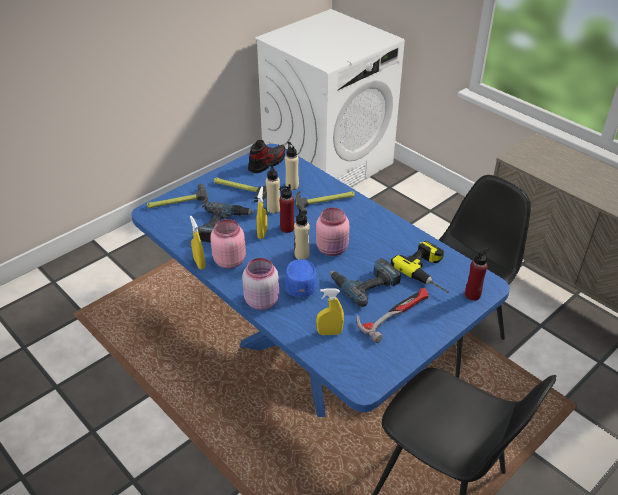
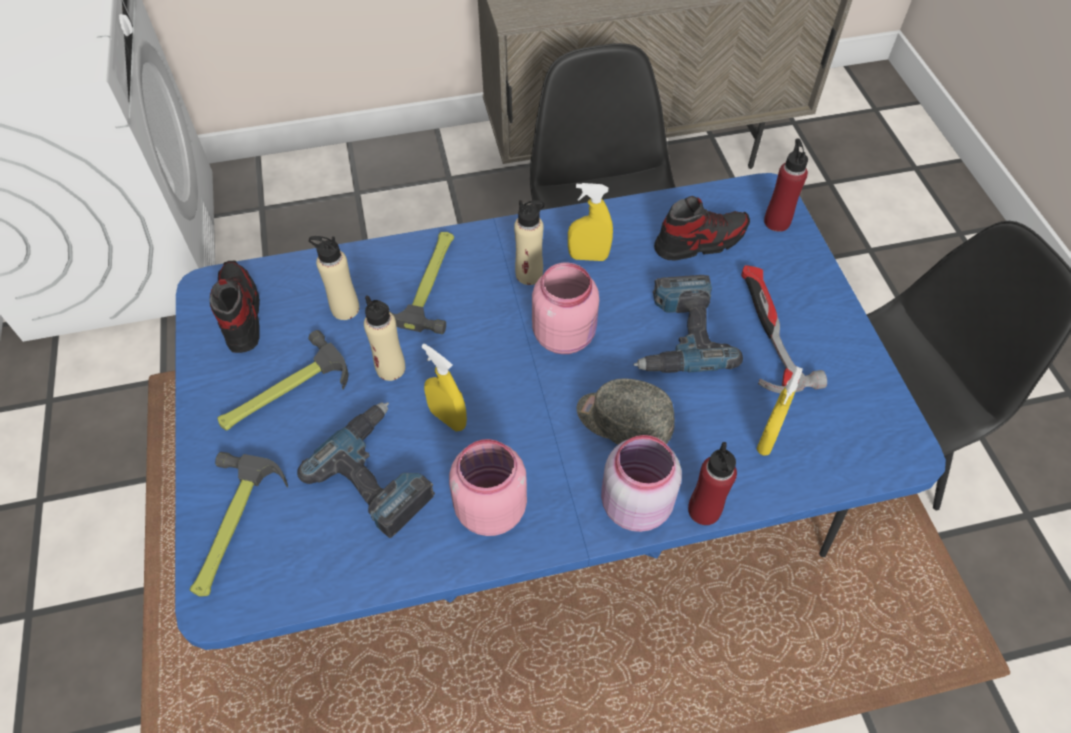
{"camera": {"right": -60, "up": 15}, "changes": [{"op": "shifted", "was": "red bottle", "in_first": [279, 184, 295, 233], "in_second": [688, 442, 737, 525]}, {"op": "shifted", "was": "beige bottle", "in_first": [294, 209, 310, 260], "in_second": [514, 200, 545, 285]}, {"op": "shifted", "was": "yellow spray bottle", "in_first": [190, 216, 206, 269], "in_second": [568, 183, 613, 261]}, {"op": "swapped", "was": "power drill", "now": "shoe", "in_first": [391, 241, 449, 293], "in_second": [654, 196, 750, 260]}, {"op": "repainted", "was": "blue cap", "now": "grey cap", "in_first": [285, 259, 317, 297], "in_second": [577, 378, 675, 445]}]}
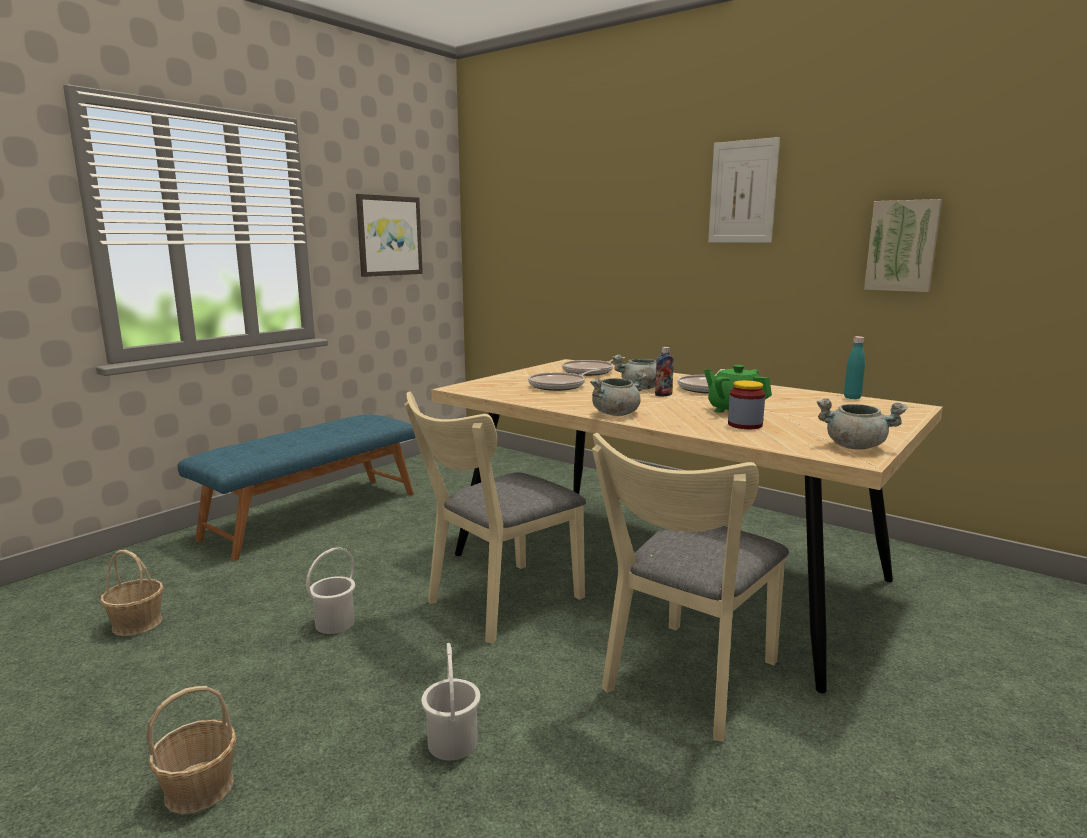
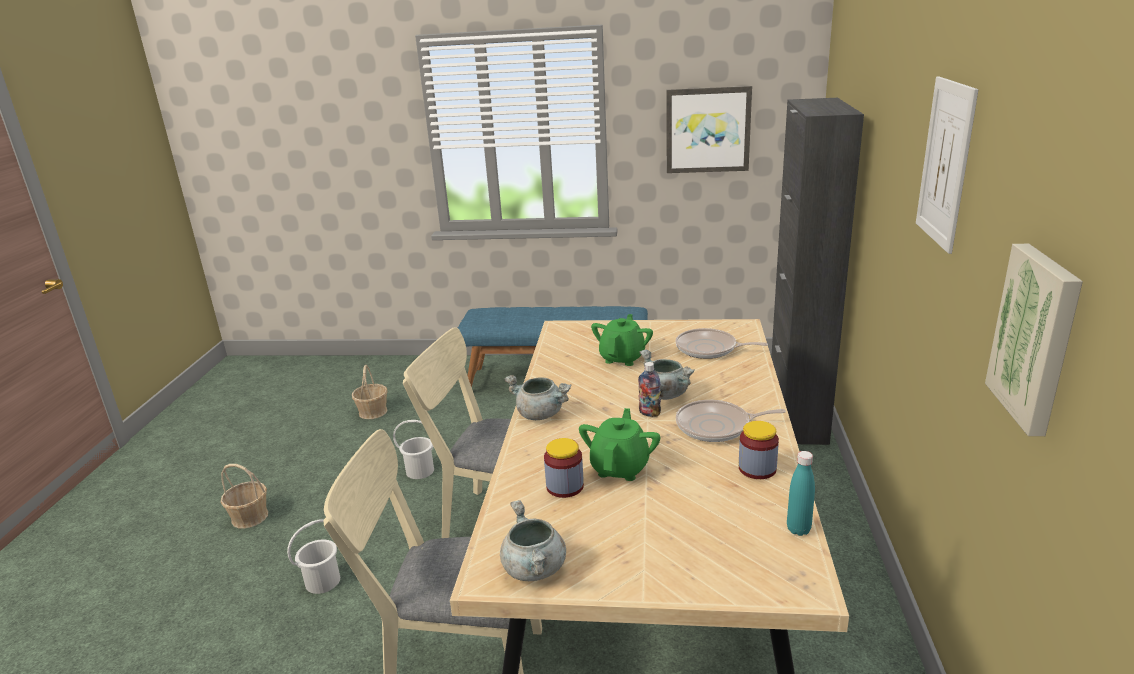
{"camera": {"right": 60, "up": 10}, "changes": [{"op": "swapped", "was": "frying pan", "now": "green teapot", "in_first": [528, 369, 600, 391], "in_second": [591, 314, 653, 366]}, {"op": "new", "now": "black cabinet", "in_second": [771, 98, 864, 445]}, {"op": "new", "now": "jar", "in_second": [739, 421, 779, 479]}]}
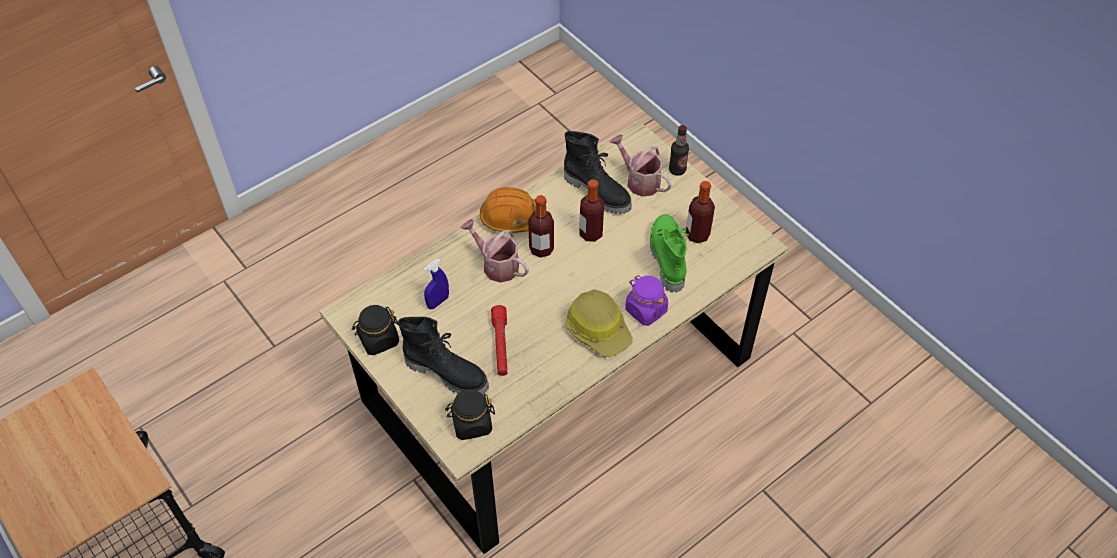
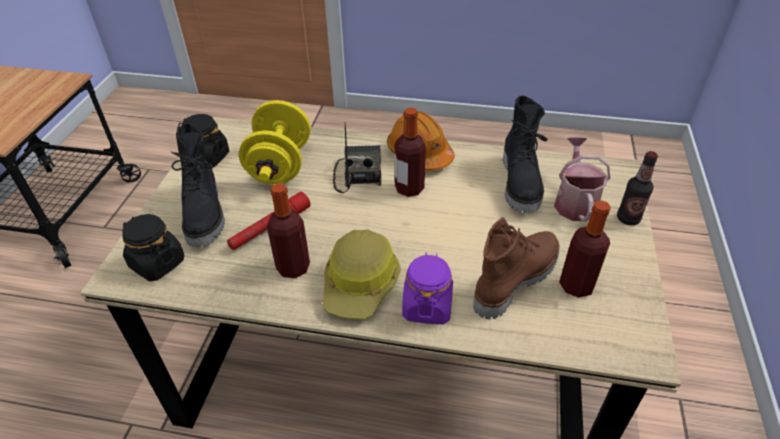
{"camera": {"right": 50, "up": -10}, "changes": [{"op": "shifted", "was": "bottle", "in_first": [579, 179, 604, 242], "in_second": [267, 183, 310, 278]}, {"op": "repainted", "was": "green boot", "now": "brown boot", "in_first": [650, 214, 689, 293], "in_second": [473, 217, 560, 319]}, {"op": "swapped", "was": "watering can", "now": "radio", "in_first": [460, 219, 529, 283], "in_second": [333, 123, 381, 193]}, {"op": "swapped", "was": "blue spray bottle", "now": "yellow dumbbell", "in_first": [423, 259, 449, 309], "in_second": [239, 100, 311, 184]}]}
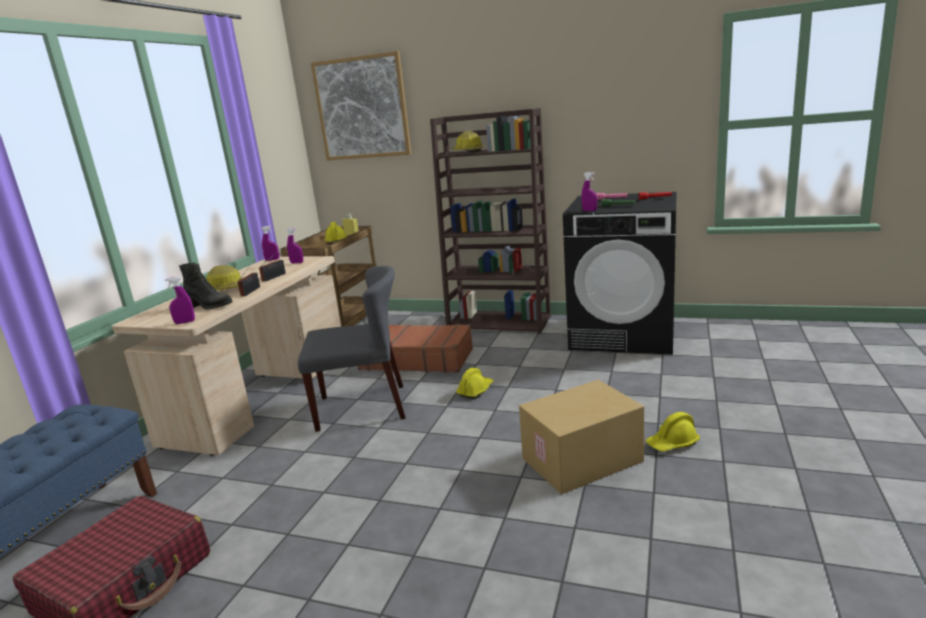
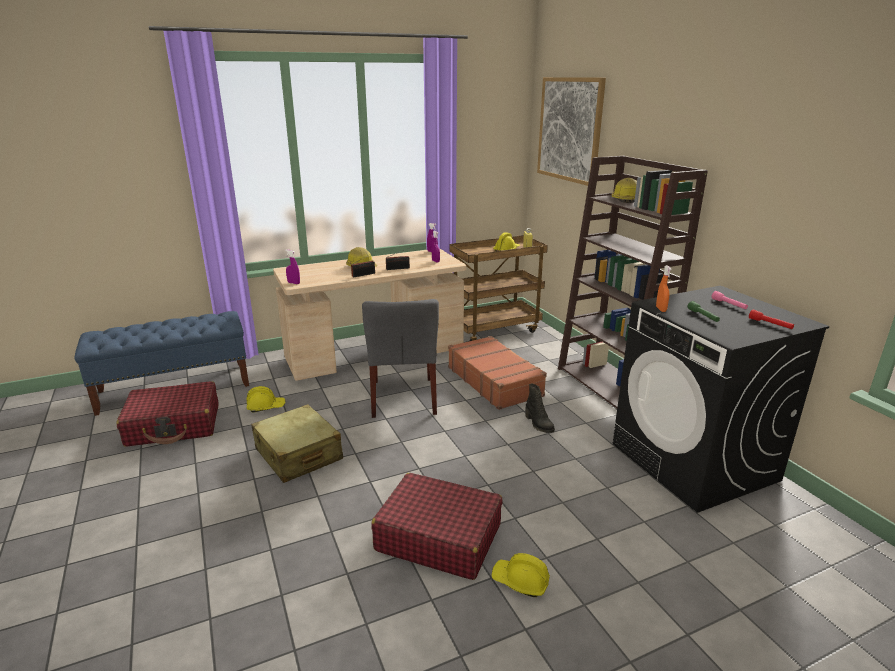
{"camera": {"right": 45, "up": 5}, "changes": [{"op": "repainted", "was": "purple spray bottle", "now": "orange spray bottle", "in_first": [582, 172, 597, 211], "in_second": [656, 265, 672, 312]}, {"op": "shifted", "was": "black boot", "in_first": [179, 263, 232, 310], "in_second": [525, 384, 555, 433]}, {"op": "rotated", "was": "grey chair", "in_first": [298, 266, 405, 432], "in_second": [362, 299, 439, 418], "clockwise": 45}, {"op": "shifted", "was": "yellow hard hat", "in_first": [456, 368, 494, 399], "in_second": [247, 386, 286, 412]}, {"op": "swapped", "was": "cardboard box", "now": "red suitcase", "in_first": [519, 380, 644, 494], "in_second": [372, 473, 503, 580]}, {"op": "new", "now": "beige suitcase", "in_second": [251, 404, 343, 483]}]}
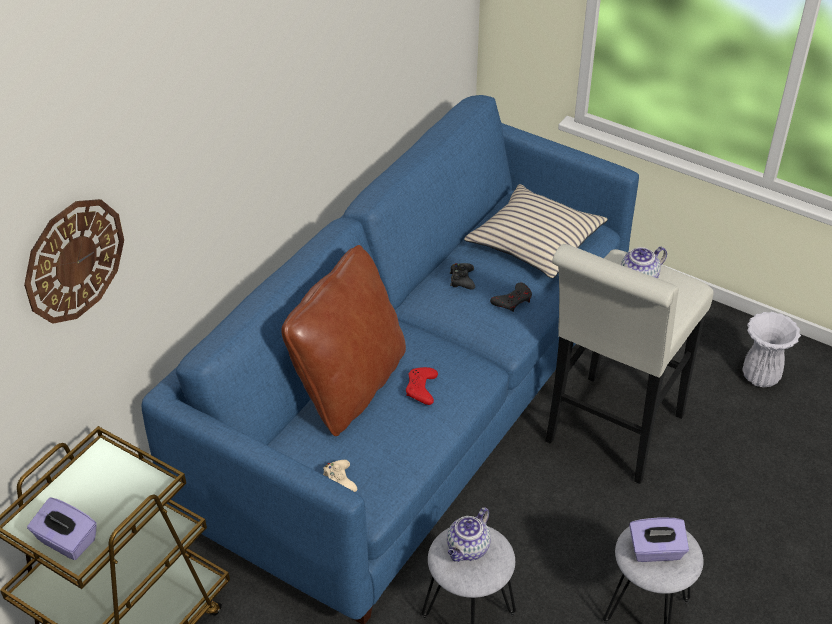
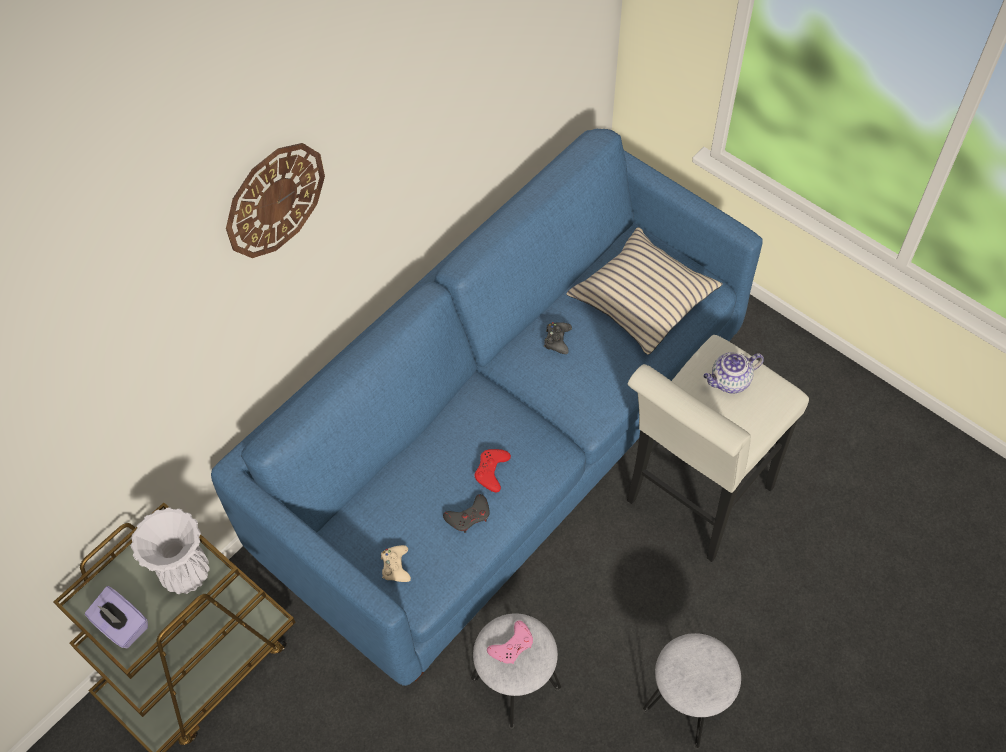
{"camera": {"right": 10, "up": 15}, "changes": [{"op": "shifted", "was": "wall clock", "in_first": [24, 199, 124, 324], "in_second": [226, 143, 325, 258]}, {"op": "gone", "was": "brown pillow", "in_first": [281, 245, 406, 436]}, {"op": "shifted", "was": "grey game controller", "in_first": [490, 282, 532, 312], "in_second": [443, 494, 490, 533]}, {"op": "shifted", "was": "white vase", "in_first": [742, 312, 801, 387], "in_second": [130, 507, 209, 594]}, {"op": "swapped", "was": "teapot", "now": "pink game controller", "in_first": [447, 507, 491, 562], "in_second": [487, 620, 533, 664]}, {"op": "gone", "was": "purple tissue box", "in_first": [629, 518, 689, 562]}]}
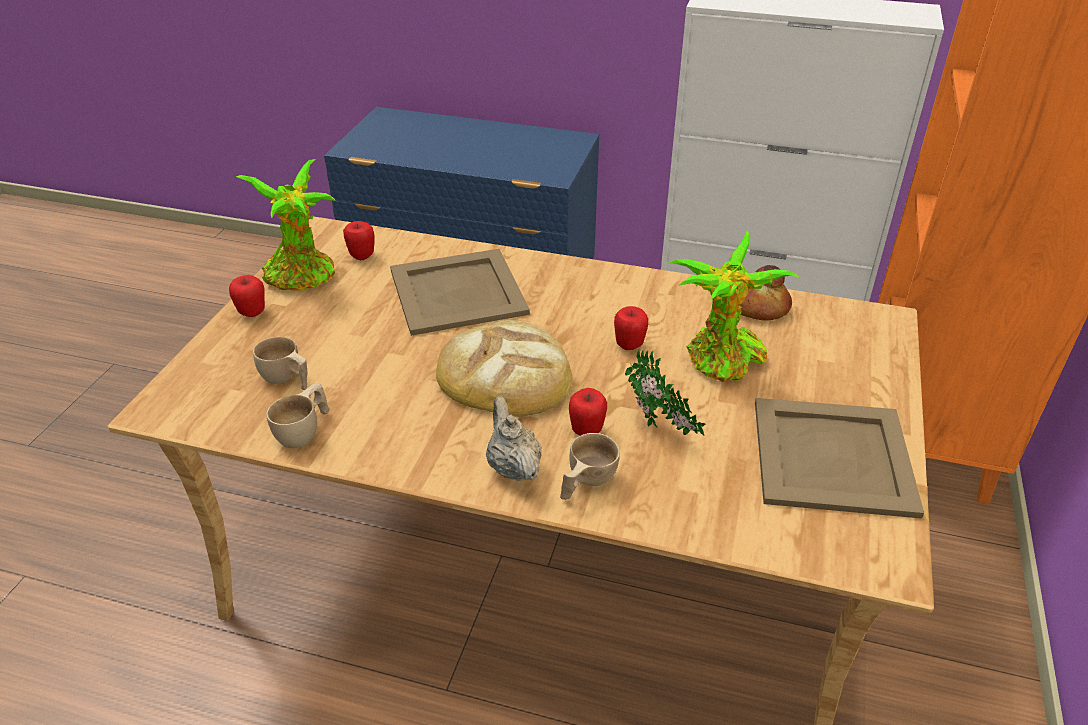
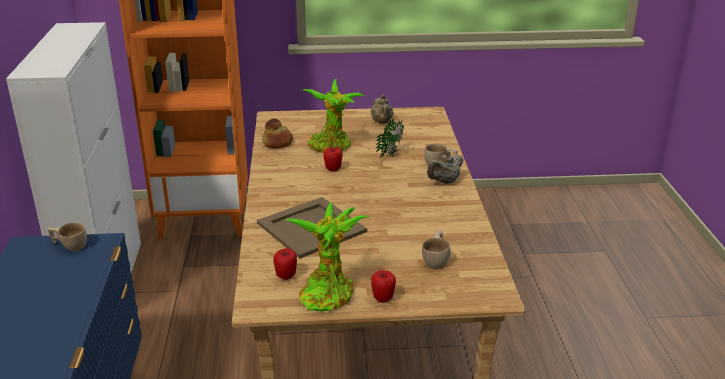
{"camera": {"right": -110, "up": -10}, "changes": [{"op": "gone", "was": "bread", "in_first": [436, 320, 573, 417]}, {"op": "shifted", "was": "beige cup", "in_first": [266, 383, 330, 448], "in_second": [47, 222, 87, 251]}, {"op": "gone", "was": "apple", "in_first": [569, 388, 607, 436]}, {"op": "swapped", "was": "beige tray", "now": "beige teapot", "in_first": [755, 398, 924, 519], "in_second": [370, 95, 394, 123]}]}
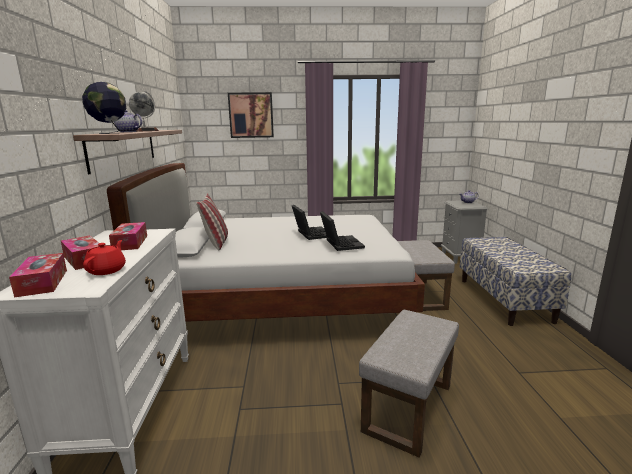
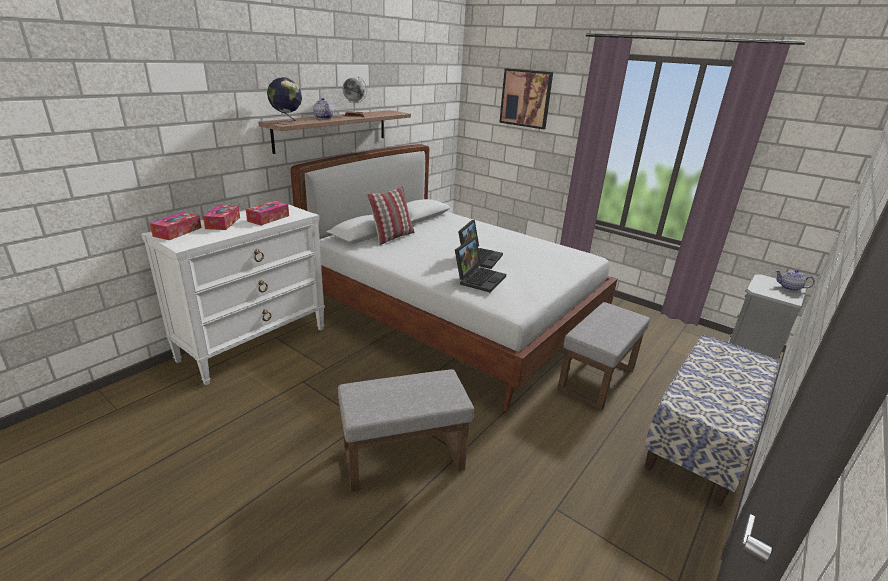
{"camera": {"right": 40, "up": 10}, "changes": [{"op": "gone", "was": "red teapot", "in_first": [83, 240, 126, 275]}]}
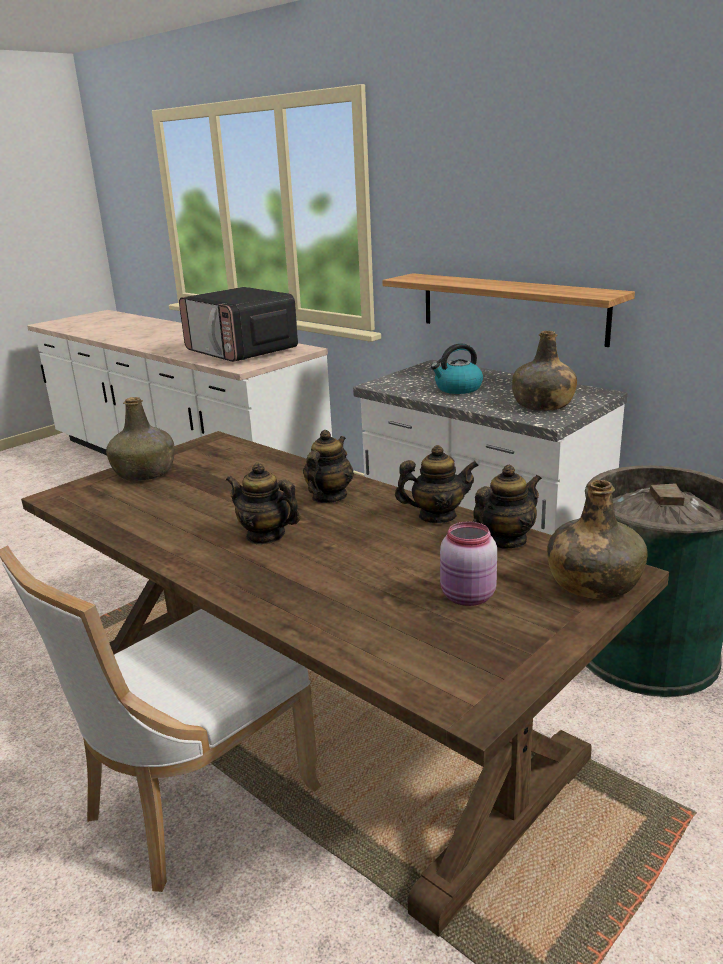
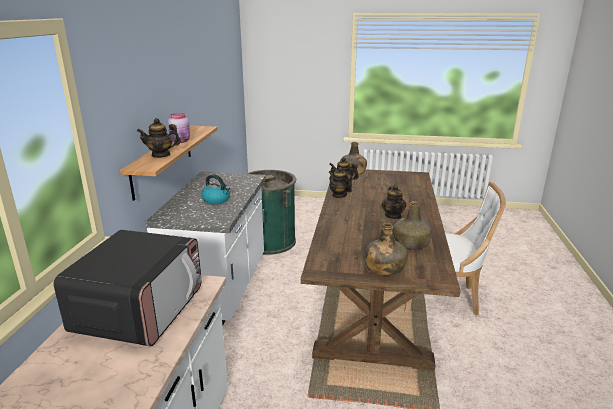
{"camera": {"right": -125, "up": 0}, "changes": [{"op": "shifted", "was": "green bottle", "in_first": [512, 331, 577, 411], "in_second": [393, 201, 432, 250]}, {"op": "shifted", "was": "teapot", "in_first": [303, 430, 354, 503], "in_second": [137, 118, 181, 158]}, {"op": "shifted", "was": "pink jar", "in_first": [440, 522, 497, 606], "in_second": [168, 113, 190, 143]}]}
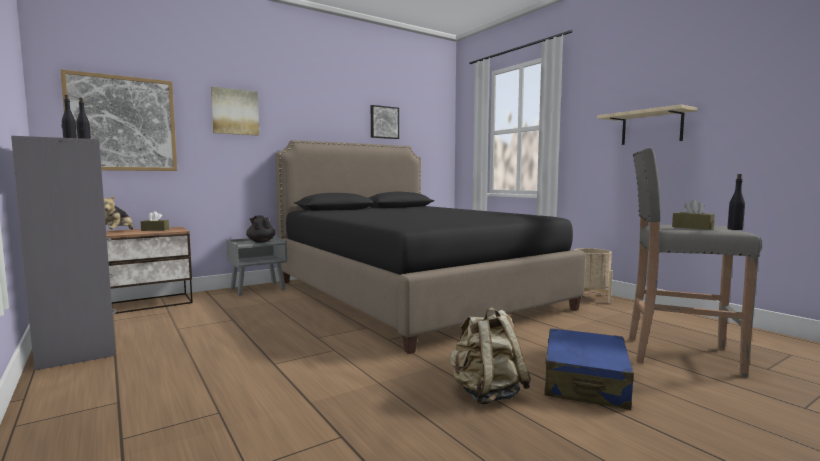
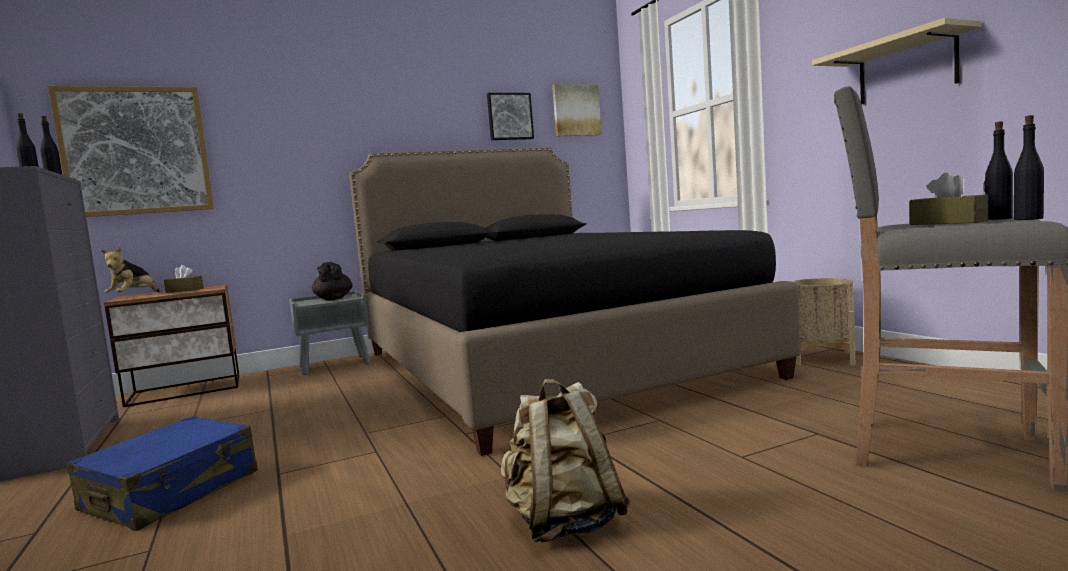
{"camera": {"right": 10, "up": 0}, "changes": [{"op": "shifted", "was": "picture", "in_first": [211, 87, 259, 135], "in_second": [552, 84, 602, 137]}, {"op": "shifted", "was": "blue suitcase", "in_first": [544, 328, 634, 410], "in_second": [67, 417, 258, 531]}, {"op": "new", "now": "black bottle", "in_second": [984, 121, 1013, 220]}]}
